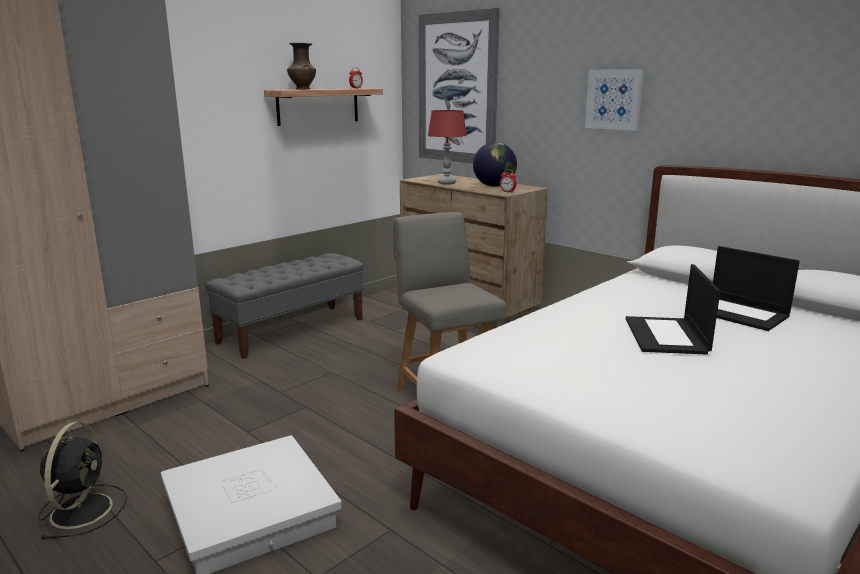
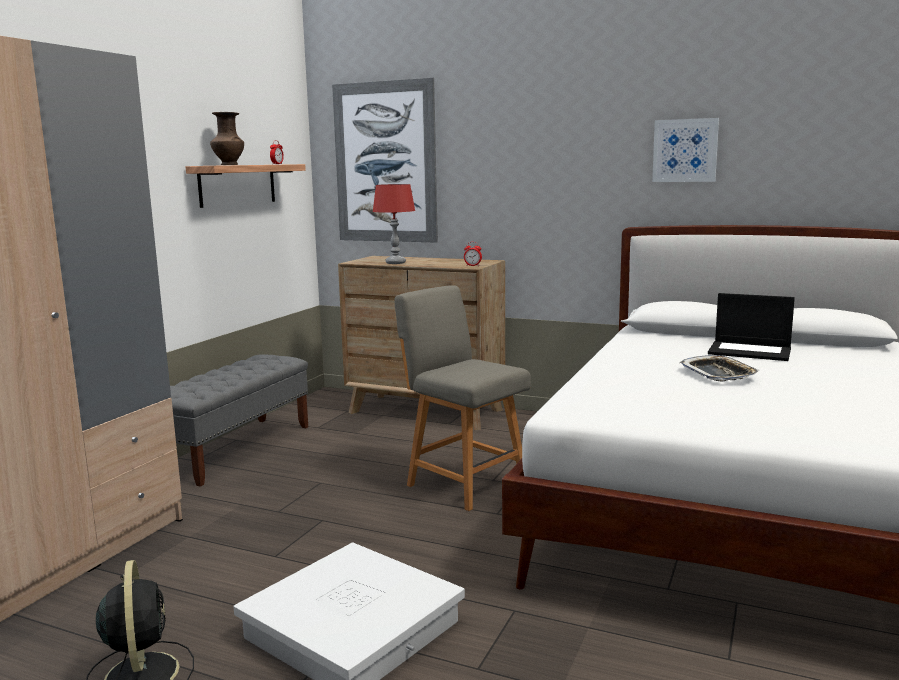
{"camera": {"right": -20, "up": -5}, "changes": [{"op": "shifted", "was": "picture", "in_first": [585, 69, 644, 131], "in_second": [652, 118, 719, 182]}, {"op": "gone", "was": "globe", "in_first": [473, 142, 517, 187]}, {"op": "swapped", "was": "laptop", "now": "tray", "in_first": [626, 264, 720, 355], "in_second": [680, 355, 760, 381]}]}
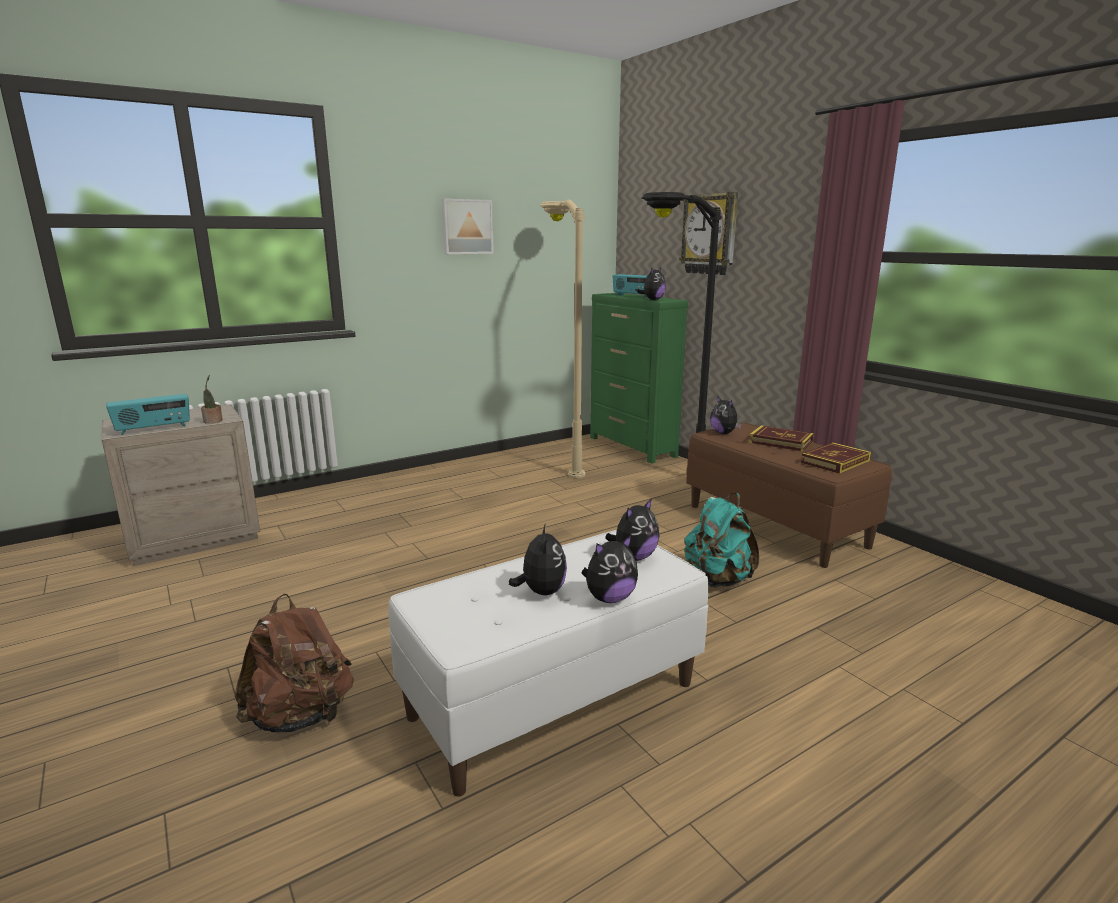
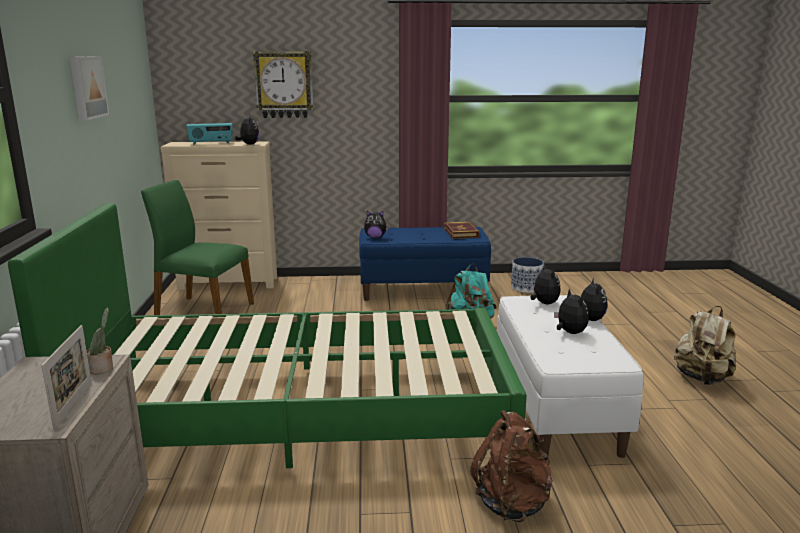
{"camera": {"right": -60, "up": 0}, "changes": [{"op": "gone", "was": "black floor lamp", "in_first": [641, 192, 722, 433]}, {"op": "swapped", "was": "beige floor lamp", "now": "green chair", "in_first": [539, 200, 585, 478], "in_second": [141, 180, 254, 315]}, {"op": "repainted", "was": "green dresser", "now": "beige dresser", "in_first": [590, 293, 688, 464], "in_second": [161, 141, 277, 290]}, {"op": "swapped", "was": "radio", "now": "picture frame", "in_first": [106, 394, 190, 435], "in_second": [41, 325, 92, 429]}, {"op": "repainted", "was": "brown bench", "now": "blue bench", "in_first": [686, 423, 892, 568], "in_second": [359, 227, 491, 301]}, {"op": "gone", "was": "book", "in_first": [749, 425, 814, 452]}, {"op": "rotated", "was": "plush toy", "in_first": [509, 523, 567, 596], "in_second": [554, 289, 589, 334], "clockwise": 45}, {"op": "new", "now": "green bed", "in_second": [8, 203, 527, 468]}, {"op": "new", "now": "planter", "in_second": [511, 257, 544, 293]}, {"op": "new", "now": "beige backpack", "in_second": [674, 306, 736, 385]}]}
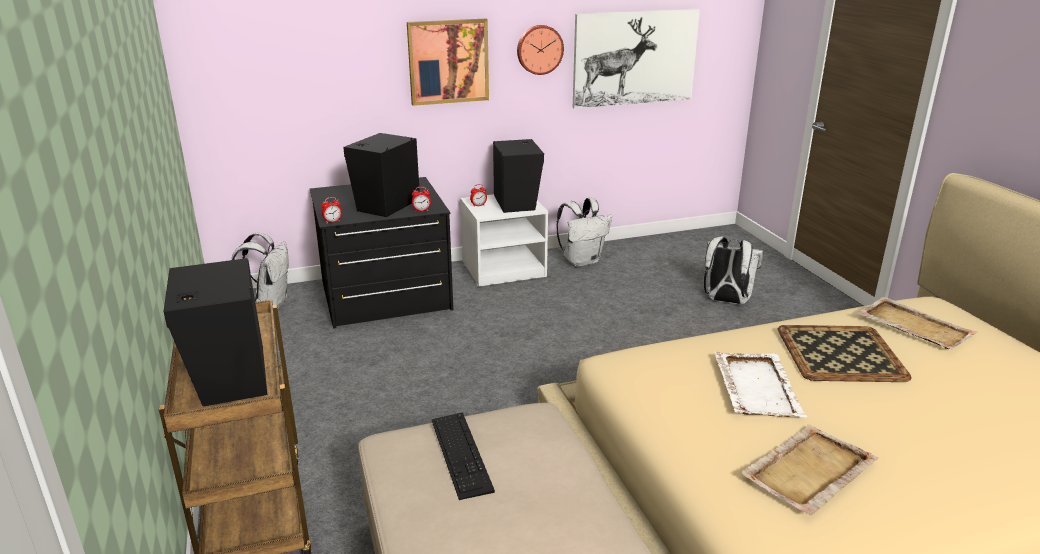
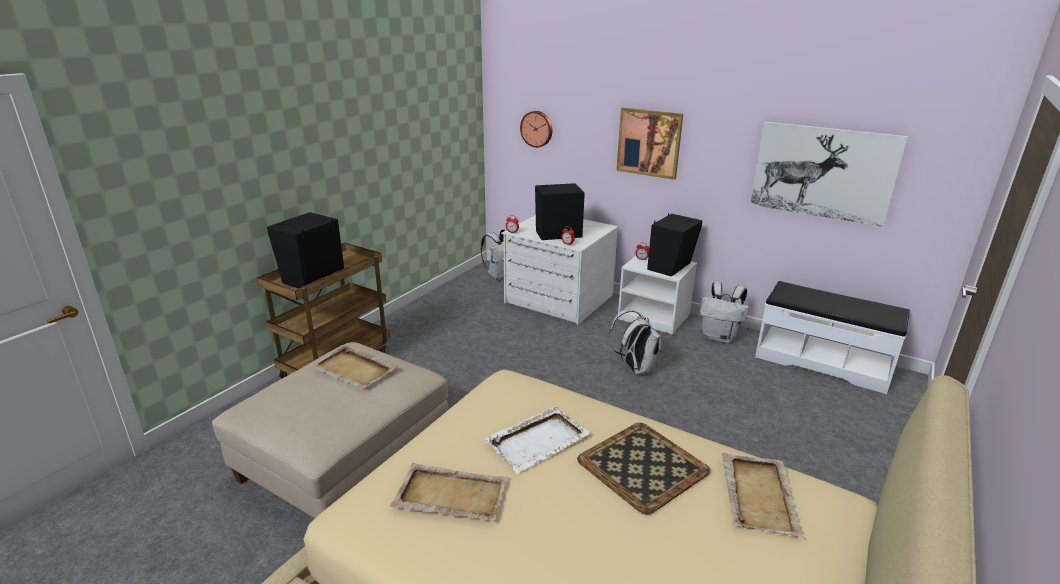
{"camera": {"right": 50, "up": 0}, "changes": [{"op": "shifted", "was": "wall clock", "in_first": [517, 25, 564, 75], "in_second": [520, 111, 552, 148]}, {"op": "repainted", "was": "black dresser", "now": "white dresser", "in_first": [310, 177, 453, 329], "in_second": [501, 215, 618, 325]}, {"op": "shifted", "was": "white backpack", "in_first": [704, 237, 763, 304], "in_second": [609, 309, 662, 375]}, {"op": "swapped", "was": "keyboard", "now": "beige tray", "in_first": [431, 412, 495, 500], "in_second": [310, 345, 398, 388]}, {"op": "new", "now": "white bench", "in_second": [755, 281, 910, 394]}]}
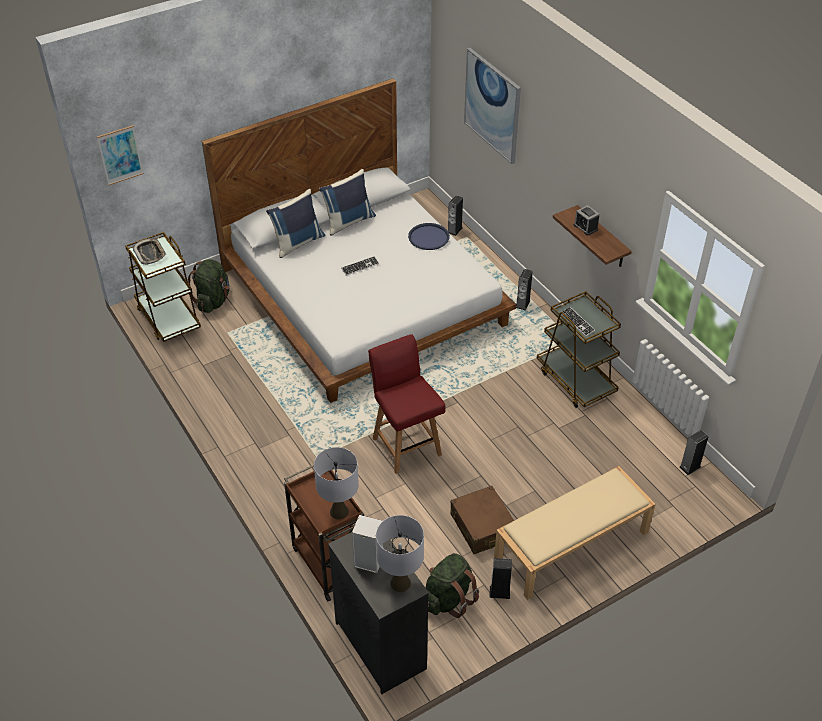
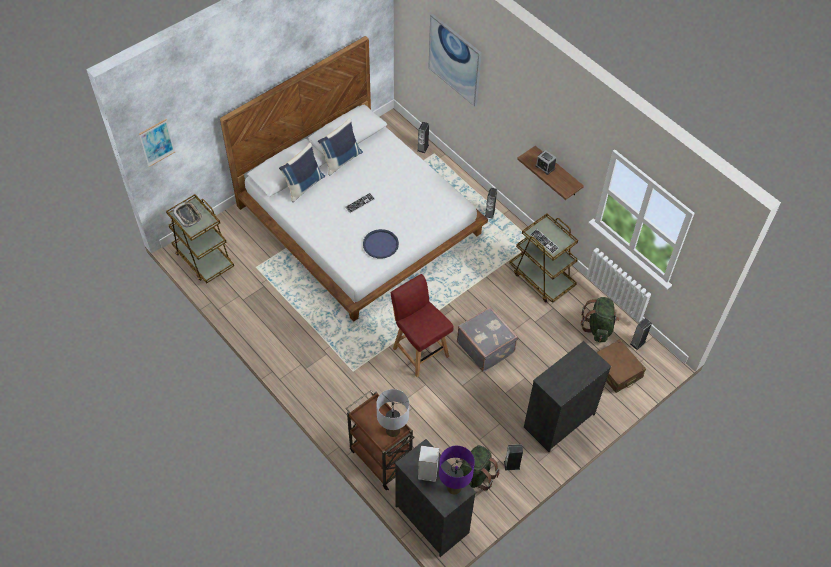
{"camera": {"right": -10, "up": 10}, "changes": [{"op": "shifted", "was": "blue tray", "in_first": [408, 223, 450, 250], "in_second": [363, 229, 399, 259]}, {"op": "shifted", "was": "green backpack", "in_first": [188, 259, 230, 313], "in_second": [581, 297, 620, 342]}, {"op": "swapped", "was": "beige bench", "now": "black dresser", "in_first": [494, 466, 655, 600], "in_second": [524, 341, 611, 452]}, {"op": "shifted", "was": "brown suitcase", "in_first": [451, 486, 514, 554], "in_second": [597, 339, 646, 393]}, {"op": "repainted", "was": "grey table lamp", "now": "purple table lamp", "in_first": [376, 515, 424, 592], "in_second": [439, 446, 475, 494]}, {"op": "new", "now": "grey suitcase", "in_second": [457, 306, 518, 372]}]}
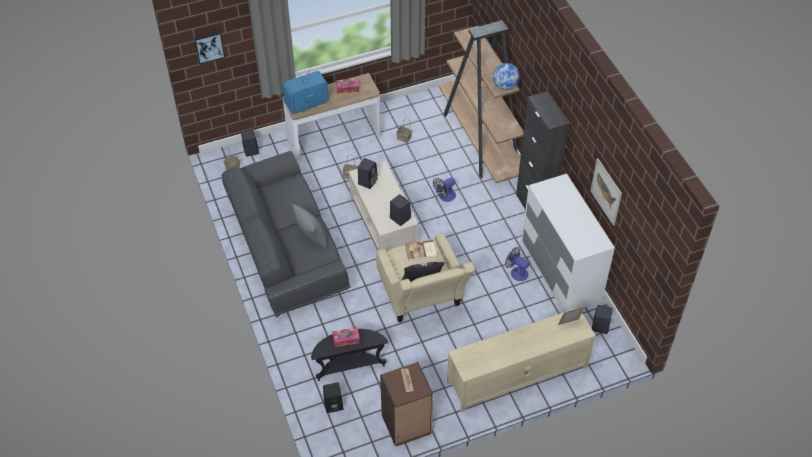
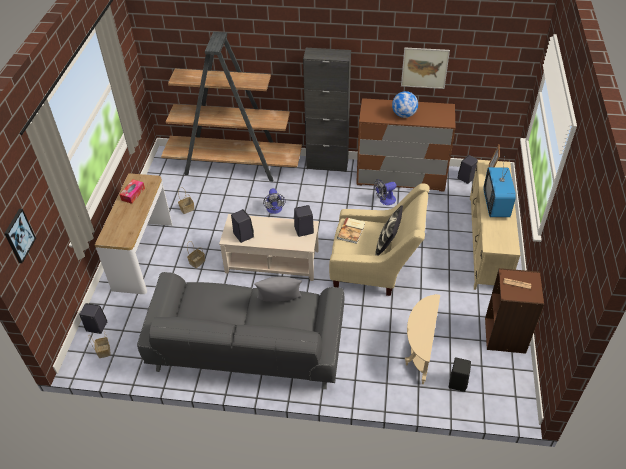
{"camera": {"right": -60, "up": -5}, "changes": [{"op": "shifted", "was": "globe", "in_first": [493, 63, 520, 90], "in_second": [392, 91, 418, 118]}, {"op": "shifted", "was": "television", "in_first": [282, 64, 329, 114], "in_second": [483, 156, 516, 217]}, {"op": "repainted", "was": "white dresser", "now": "brown dresser", "in_first": [522, 174, 615, 312], "in_second": [356, 98, 456, 192]}, {"op": "gone", "was": "tissue box", "in_first": [332, 327, 360, 347]}, {"op": "repainted", "was": "black side table", "now": "beige side table", "in_first": [311, 329, 388, 381], "in_second": [405, 294, 440, 384]}]}
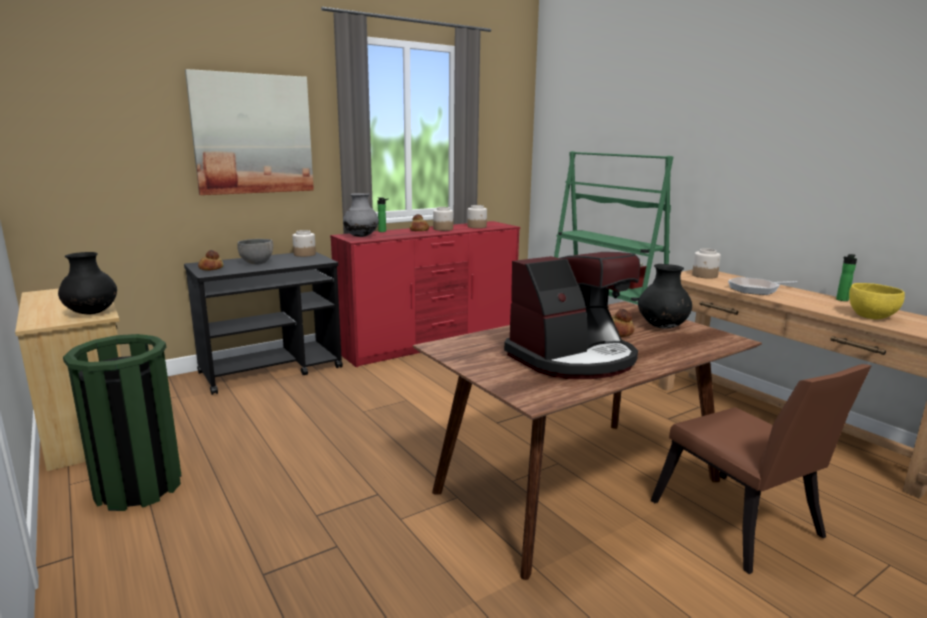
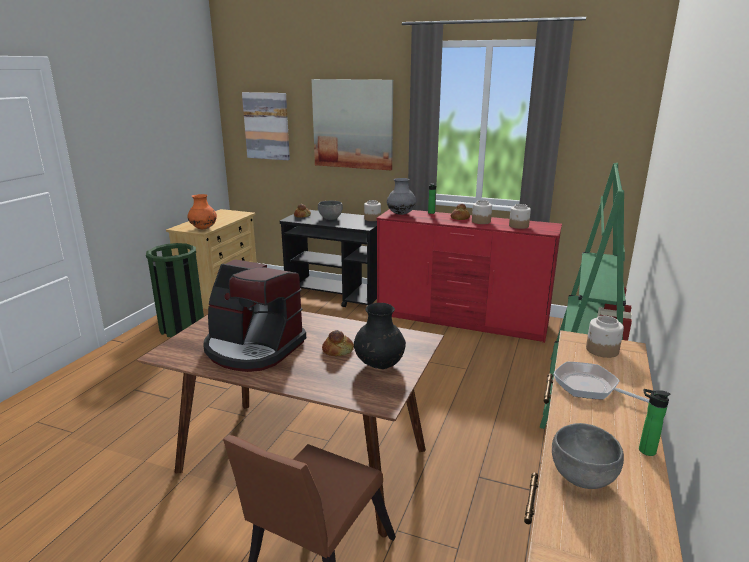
{"camera": {"right": 55, "up": 5}, "changes": [{"op": "repainted", "was": "black vase", "now": "orange vase", "in_first": [58, 252, 117, 315], "in_second": [187, 194, 217, 229]}, {"op": "repainted", "was": "yellow bowl", "now": "grey bowl", "in_first": [849, 283, 905, 319], "in_second": [552, 423, 624, 489]}, {"op": "new", "now": "picture", "in_second": [242, 92, 290, 160]}]}
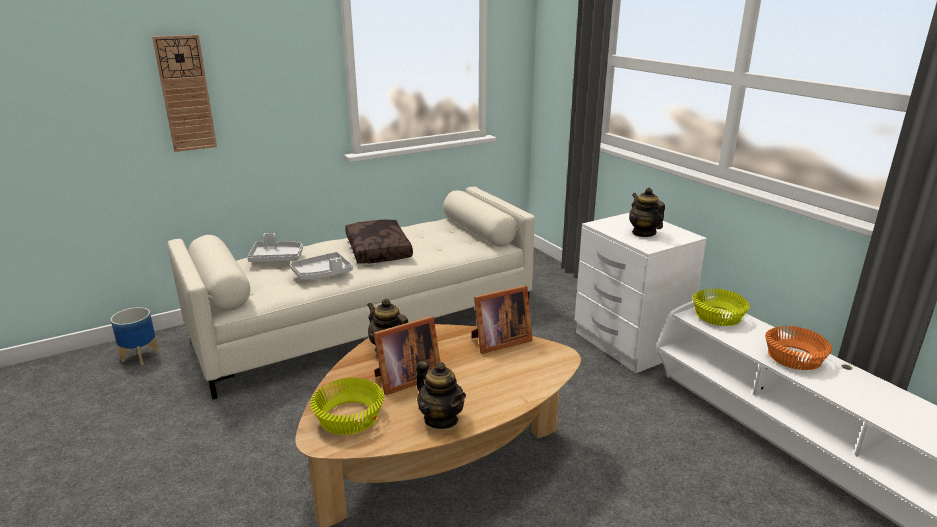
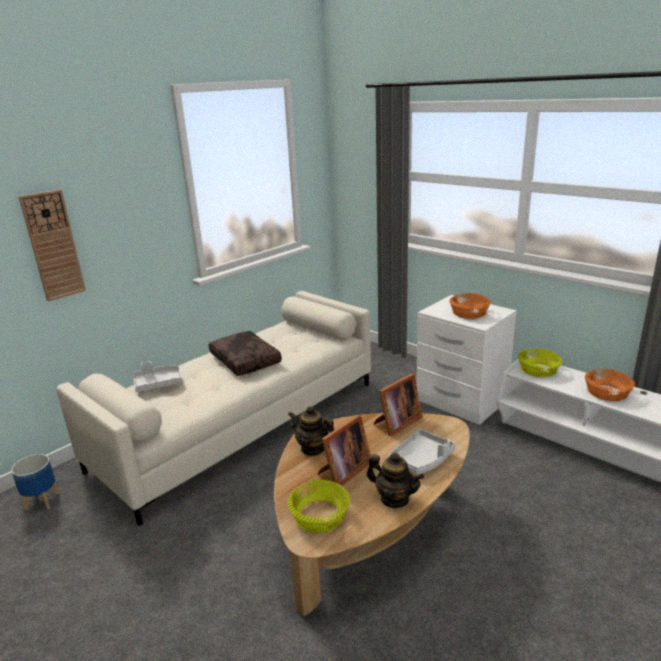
{"camera": {"right": -15, "up": 0}, "changes": [{"op": "swapped", "was": "teapot", "now": "orange bowl", "in_first": [629, 188, 665, 237], "in_second": [450, 293, 491, 319]}, {"op": "shifted", "was": "grey tray", "in_first": [290, 252, 353, 280], "in_second": [387, 429, 456, 475]}]}
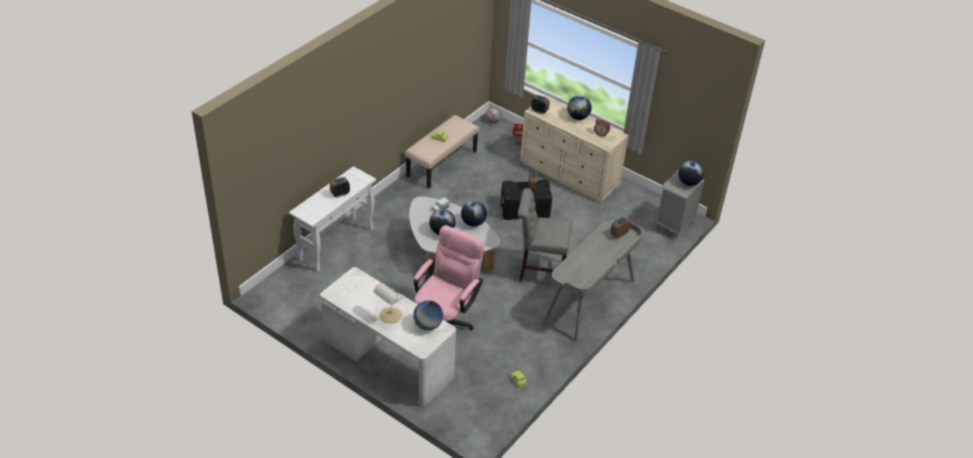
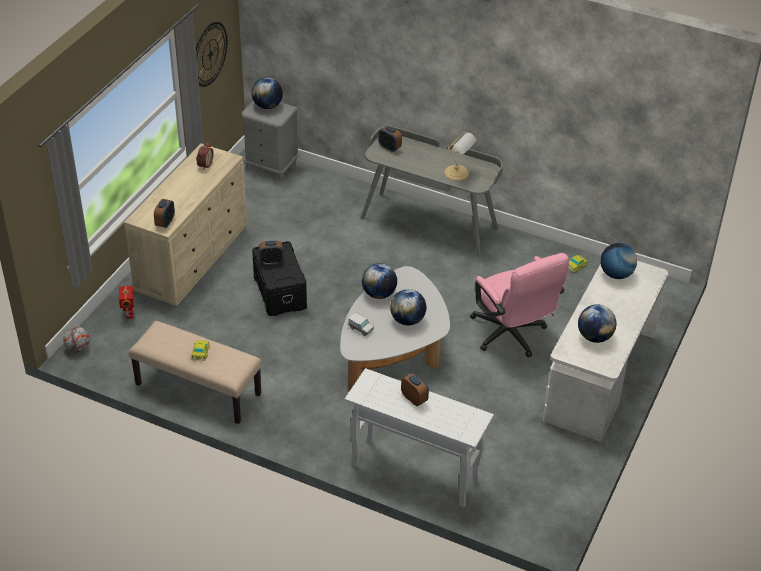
{"camera": {"right": -100, "up": 0}, "changes": [{"op": "shifted", "was": "globe", "in_first": [567, 96, 592, 120], "in_second": [578, 304, 617, 343]}, {"op": "gone", "was": "grey chair", "in_first": [518, 188, 572, 282]}, {"op": "rotated", "was": "pink office chair", "in_first": [414, 225, 484, 330], "in_second": [470, 253, 569, 357], "clockwise": -135}, {"op": "shifted", "was": "table lamp", "in_first": [374, 282, 403, 324], "in_second": [444, 132, 477, 180]}, {"op": "new", "now": "wall clock", "in_second": [196, 22, 227, 87]}]}
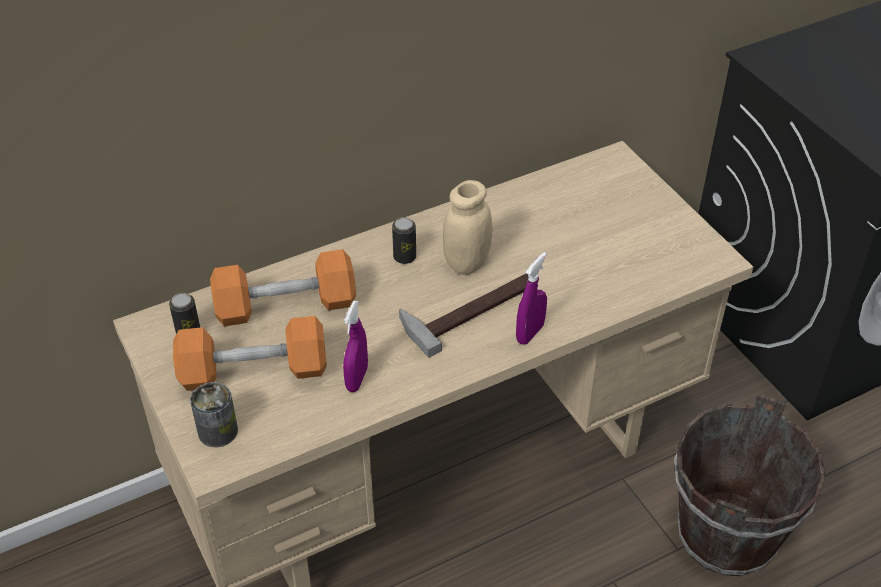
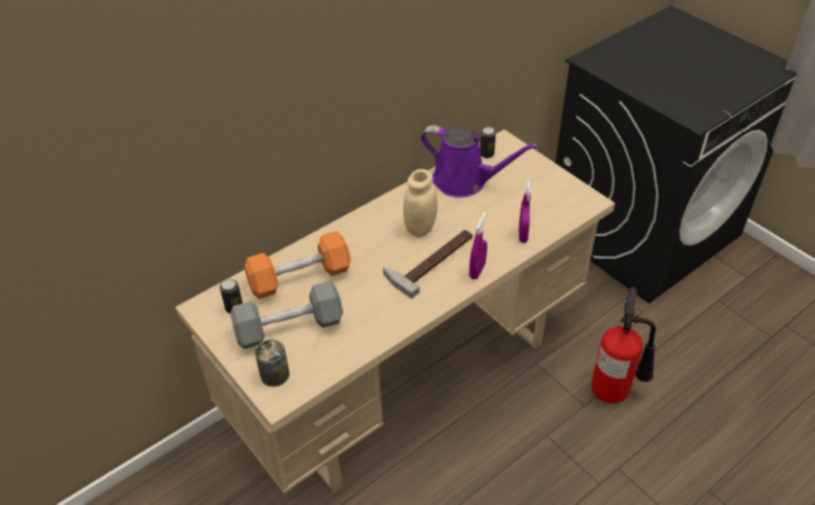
{"camera": {"right": -10, "up": 0}, "changes": [{"op": "shifted", "was": "can", "in_first": [392, 217, 416, 264], "in_second": [480, 127, 496, 158]}, {"op": "shifted", "was": "purple spray bottle", "in_first": [343, 301, 368, 392], "in_second": [519, 180, 531, 243]}, {"op": "repainted", "was": "orange dumbbell", "now": "grey dumbbell", "in_first": [173, 316, 327, 391], "in_second": [230, 281, 343, 349]}, {"op": "swapped", "was": "brown bucket", "now": "fire extinguisher", "in_first": [674, 393, 825, 576], "in_second": [591, 287, 656, 403]}, {"op": "new", "now": "purple watering can", "in_second": [421, 125, 538, 198]}]}
